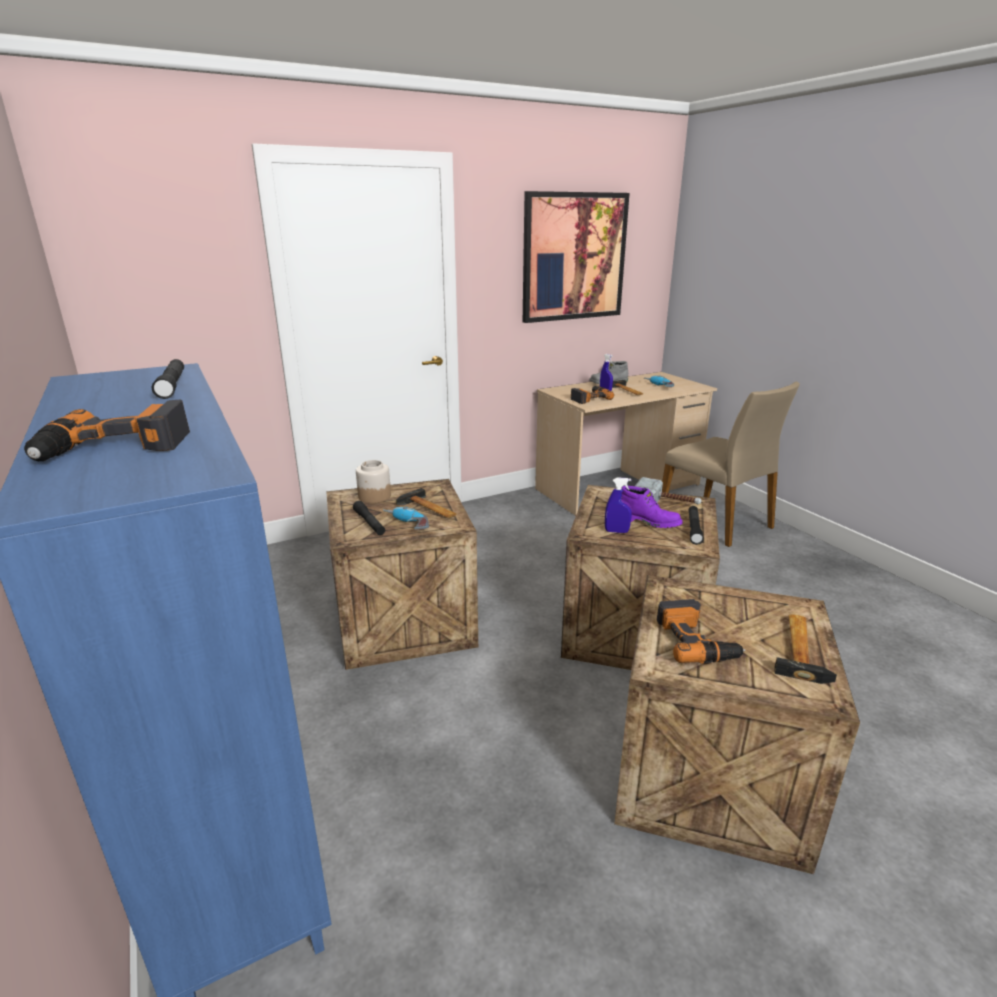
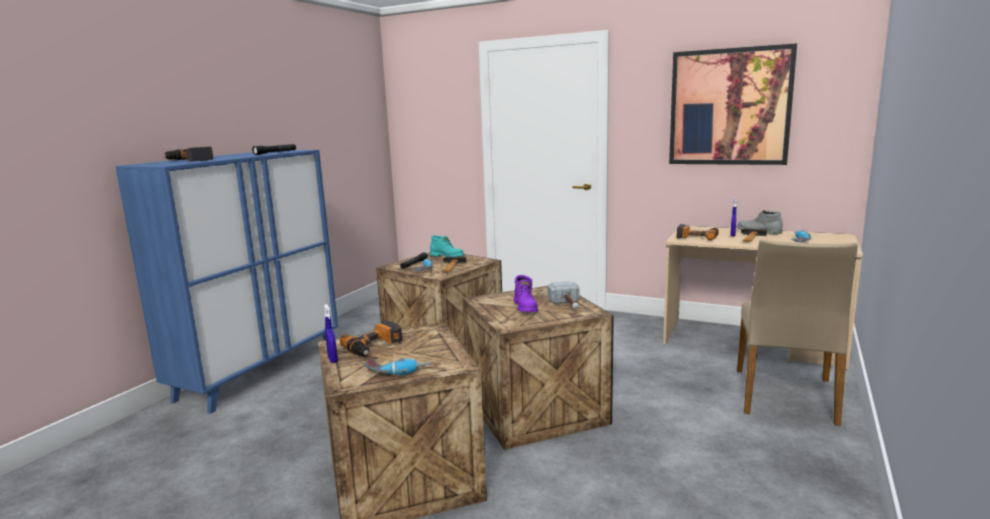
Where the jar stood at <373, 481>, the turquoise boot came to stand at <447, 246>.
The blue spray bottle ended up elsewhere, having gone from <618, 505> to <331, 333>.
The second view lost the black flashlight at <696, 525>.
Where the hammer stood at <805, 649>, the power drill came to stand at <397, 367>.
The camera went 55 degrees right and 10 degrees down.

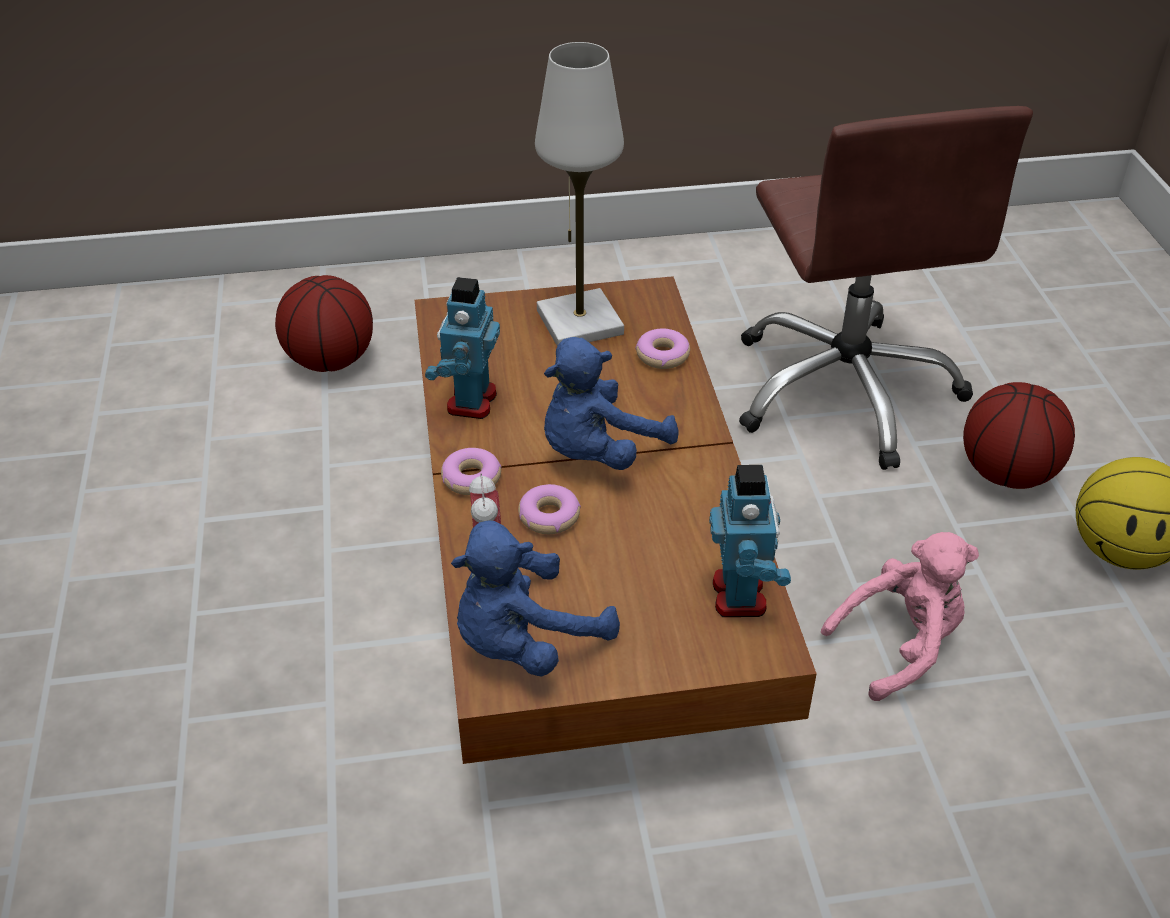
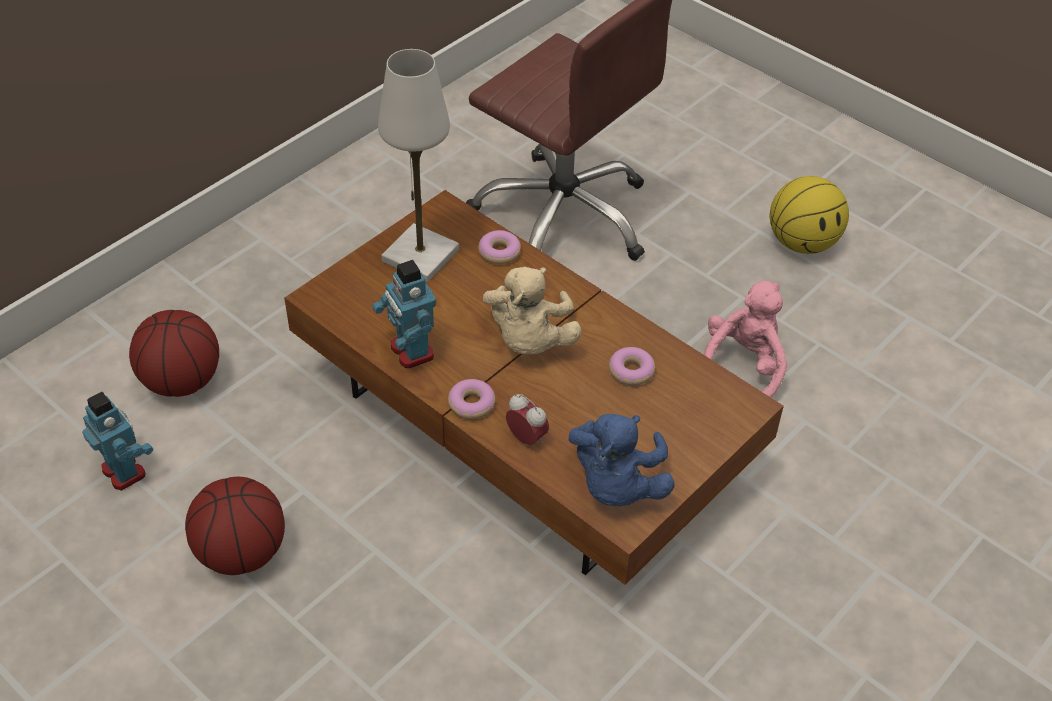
What was the blue plush toy at <611, 403> turned into the beige plush toy at <532, 310>.
The basketball ended up elsewhere, having gone from <1019, 435> to <235, 526>.
The toy robot ended up elsewhere, having gone from <750, 541> to <117, 441>.
The donut ended up elsewhere, having gone from <549, 509> to <632, 366>.
The camera went 40 degrees left and 5 degrees up.

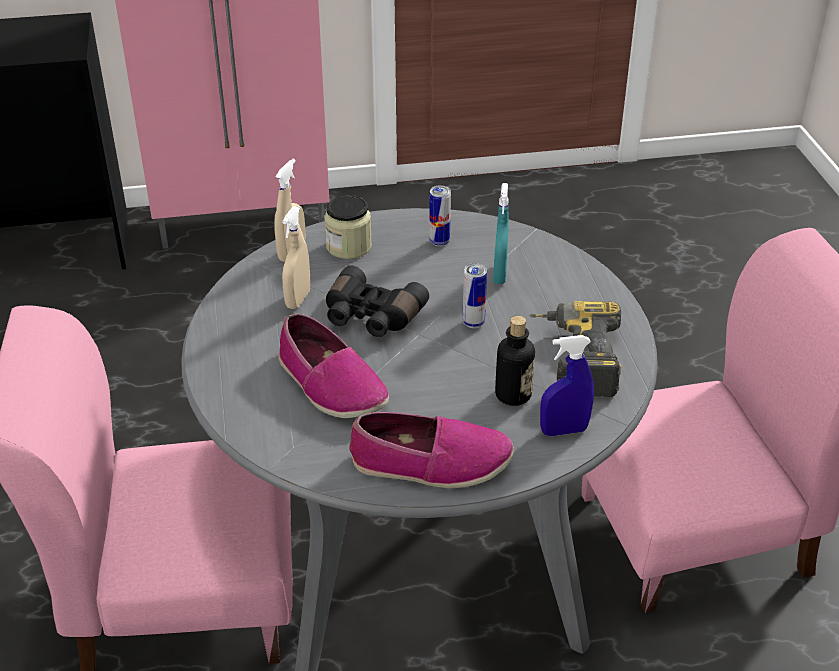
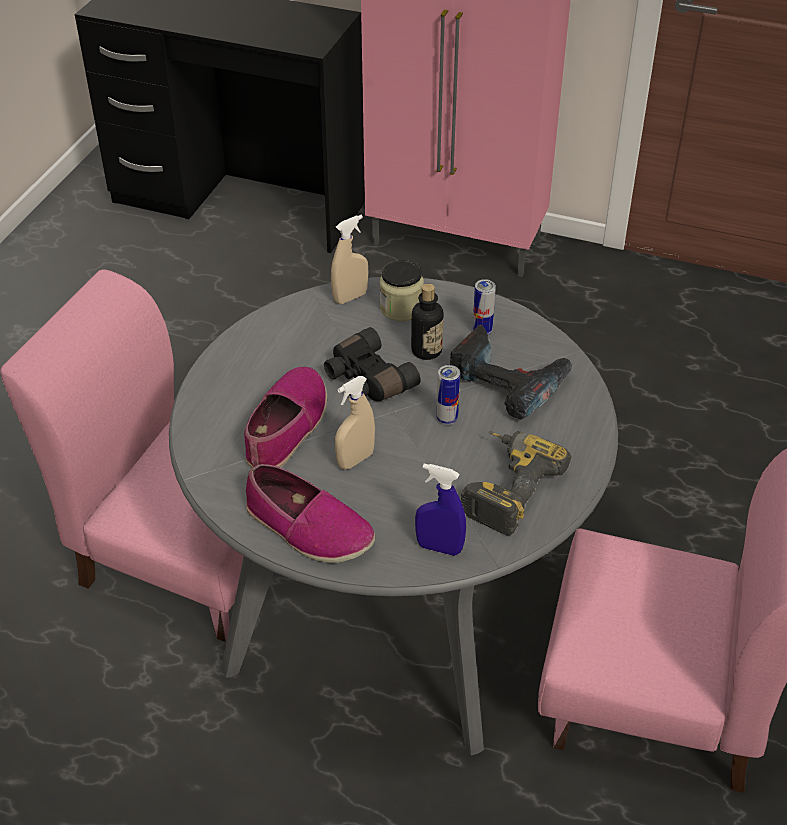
Where the turquoise spray bottle stood at <501, 233>, the power drill came to stand at <511, 372>.
The beige spray bottle ended up elsewhere, having gone from <296, 257> to <355, 423>.
The shoe at <333, 365> ended up facing another way, 150 degrees counterclockwise from before.
The bottle ended up elsewhere, having gone from <515, 361> to <427, 321>.
The camera went 30 degrees right and 5 degrees up.

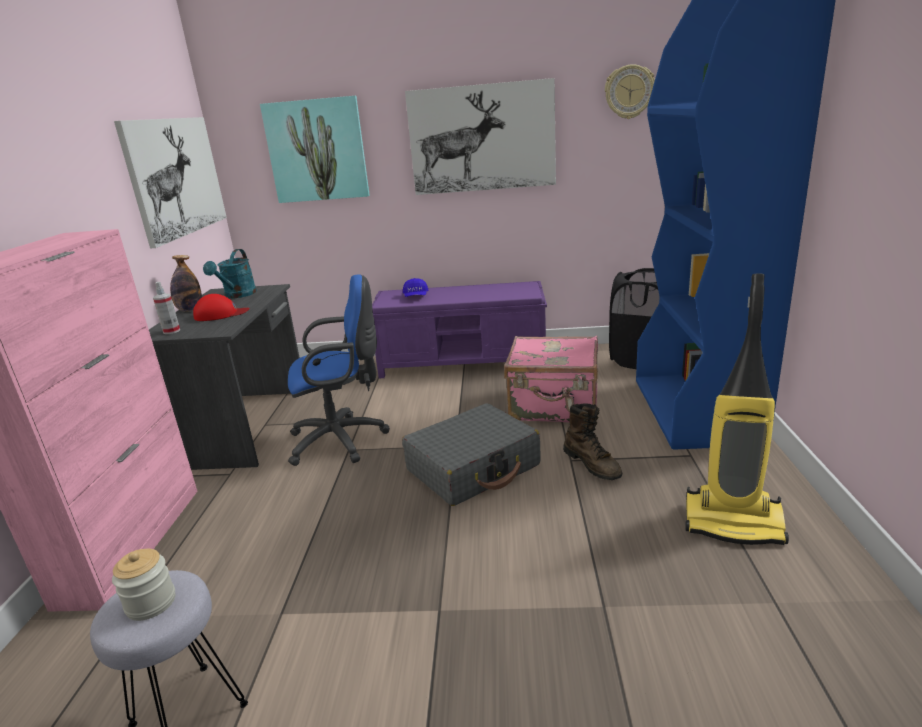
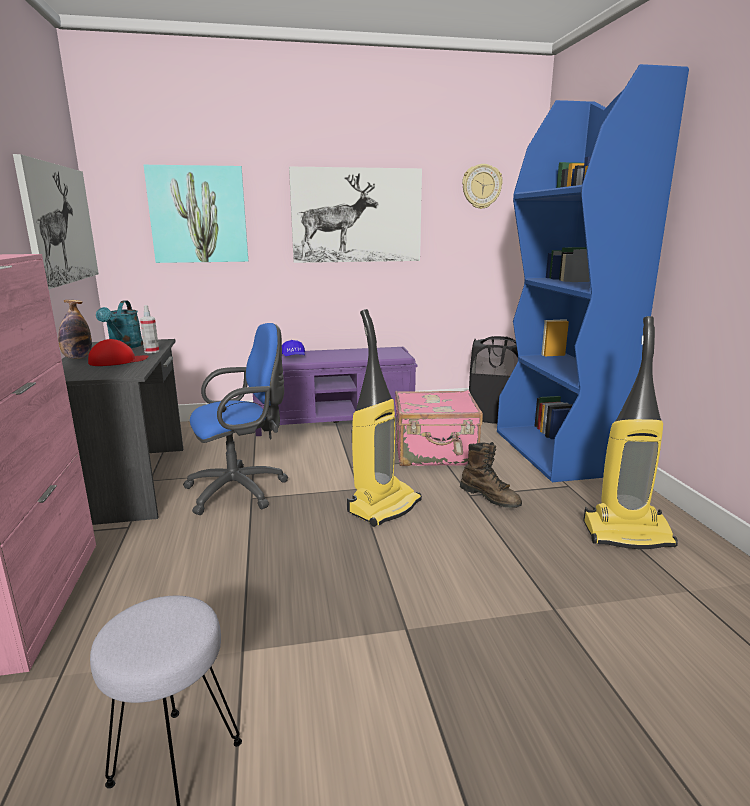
The spray bottle ended up elsewhere, having gone from <166, 308> to <149, 329>.
Where the grey suitcase stood at <471, 454>, the vacuum cleaner came to stand at <384, 418>.
The second view lost the jar at <144, 585>.
The camera went 15 degrees left and 5 degrees down.

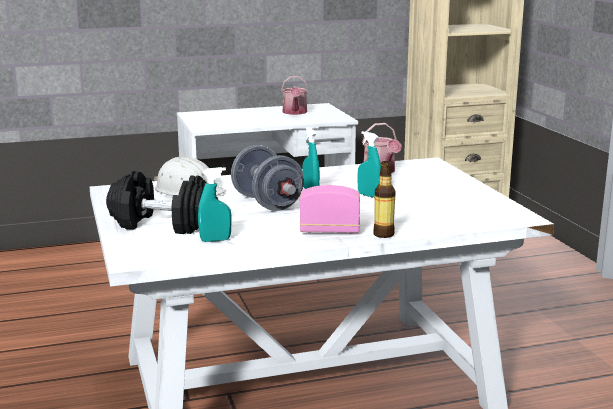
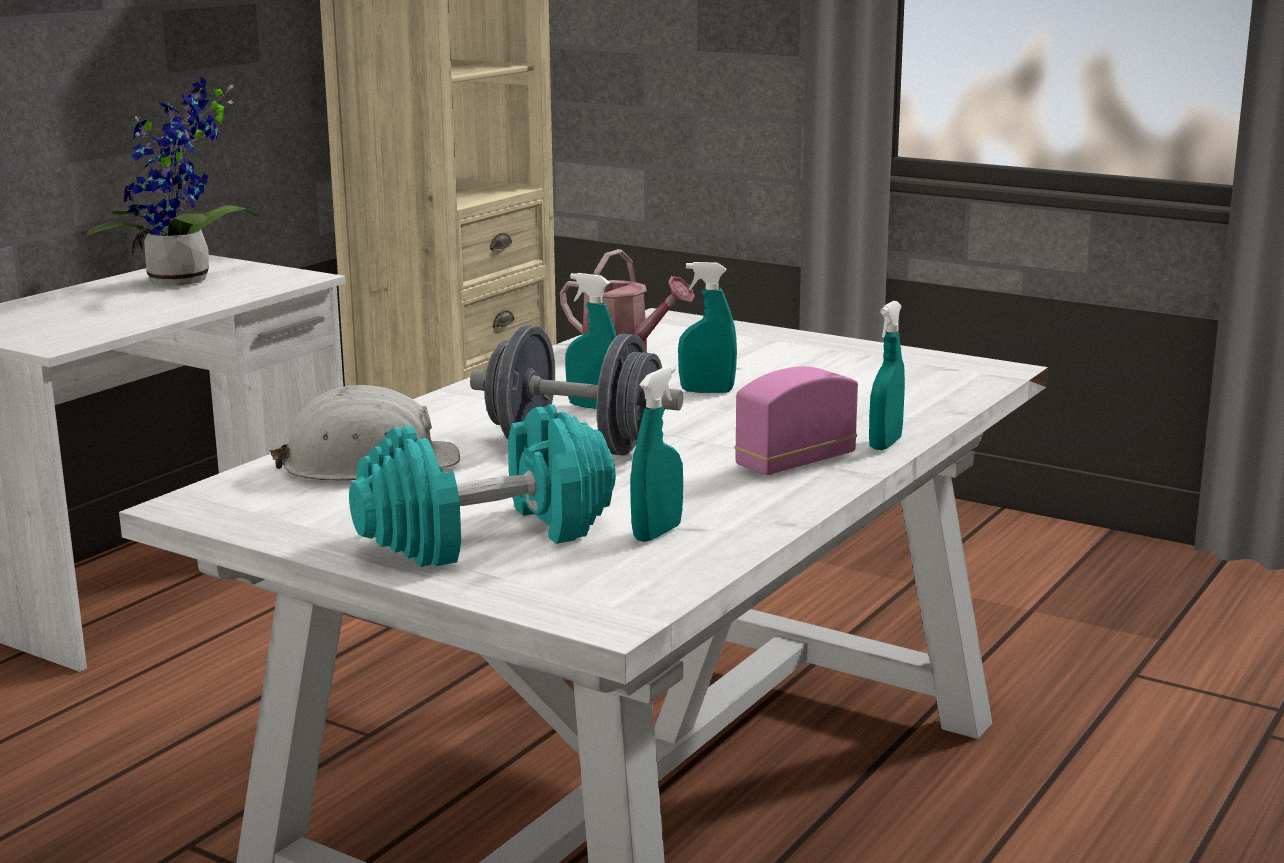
Where the watering can stood at <294, 95>, the potted plant came to stand at <174, 181>.
Where the bottle stood at <384, 199>, the turquoise spray bottle came to stand at <887, 375>.
What was the black dumbbell at <162, 202> turned into the turquoise dumbbell at <482, 485>.
The camera went 40 degrees left and 0 degrees up.

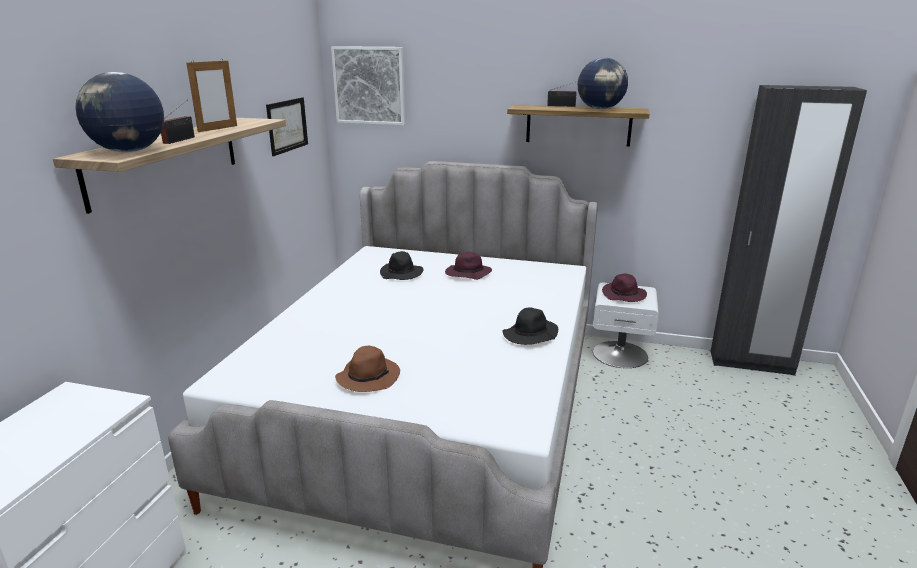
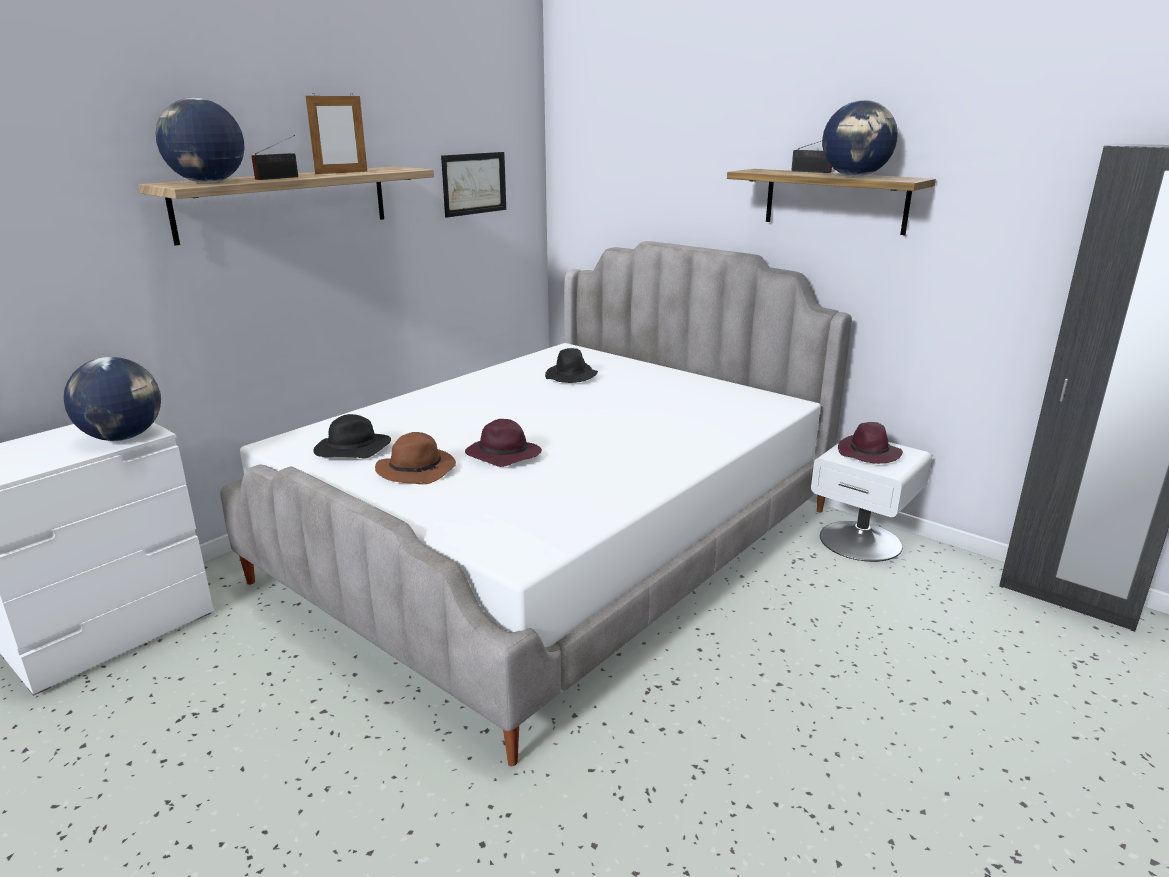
The second view lost the picture at <368, 85>.
The purple hat ended up elsewhere, having gone from <468, 266> to <503, 443>.
The black hat ended up elsewhere, having gone from <530, 326> to <352, 436>.
The second view gained the globe at <112, 399>.
The camera went 25 degrees right and 0 degrees up.

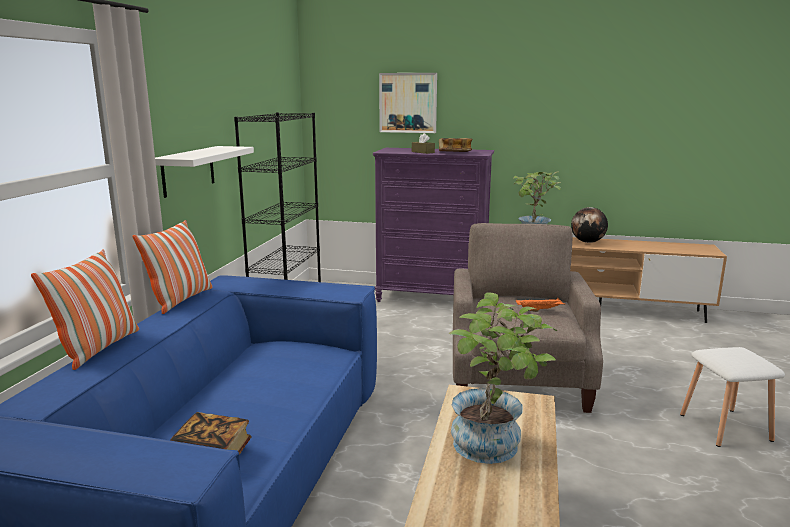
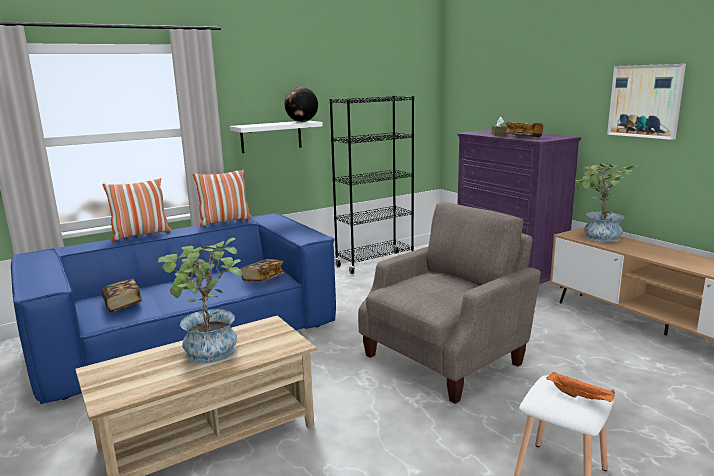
The picture ended up elsewhere, having gone from <408, 103> to <646, 102>.
The globe ended up elsewhere, having gone from <589, 225> to <301, 104>.
The orange tray ended up elsewhere, having gone from <540, 305> to <580, 387>.
The second view gained the book at <263, 270>.
The camera went 45 degrees right and 0 degrees up.

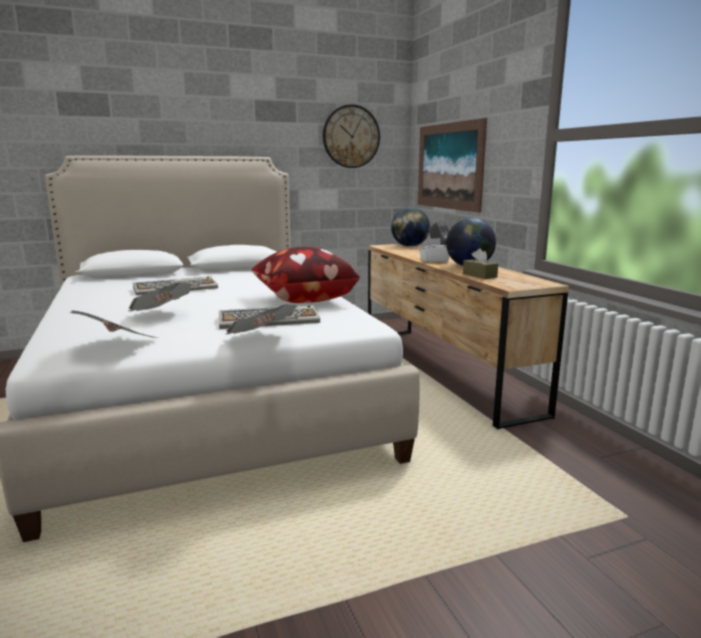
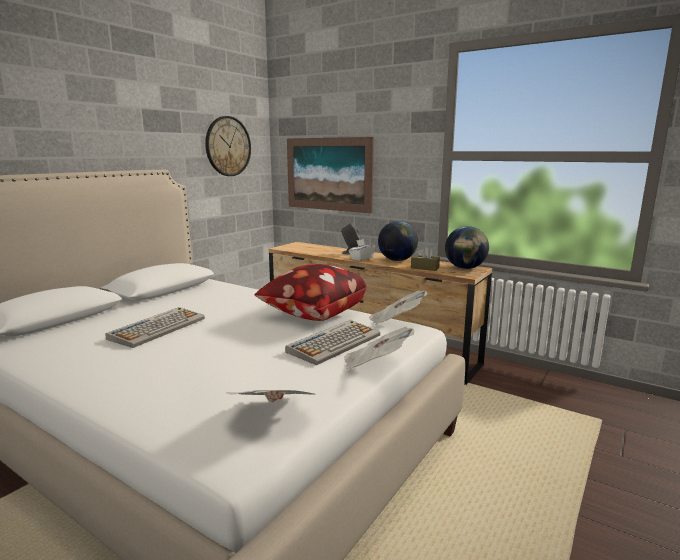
The globe ended up elsewhere, having gone from <410, 227> to <467, 247>.
The newspaper ended up elsewhere, having gone from <160, 296> to <398, 308>.
The camera went 35 degrees left and 0 degrees up.

